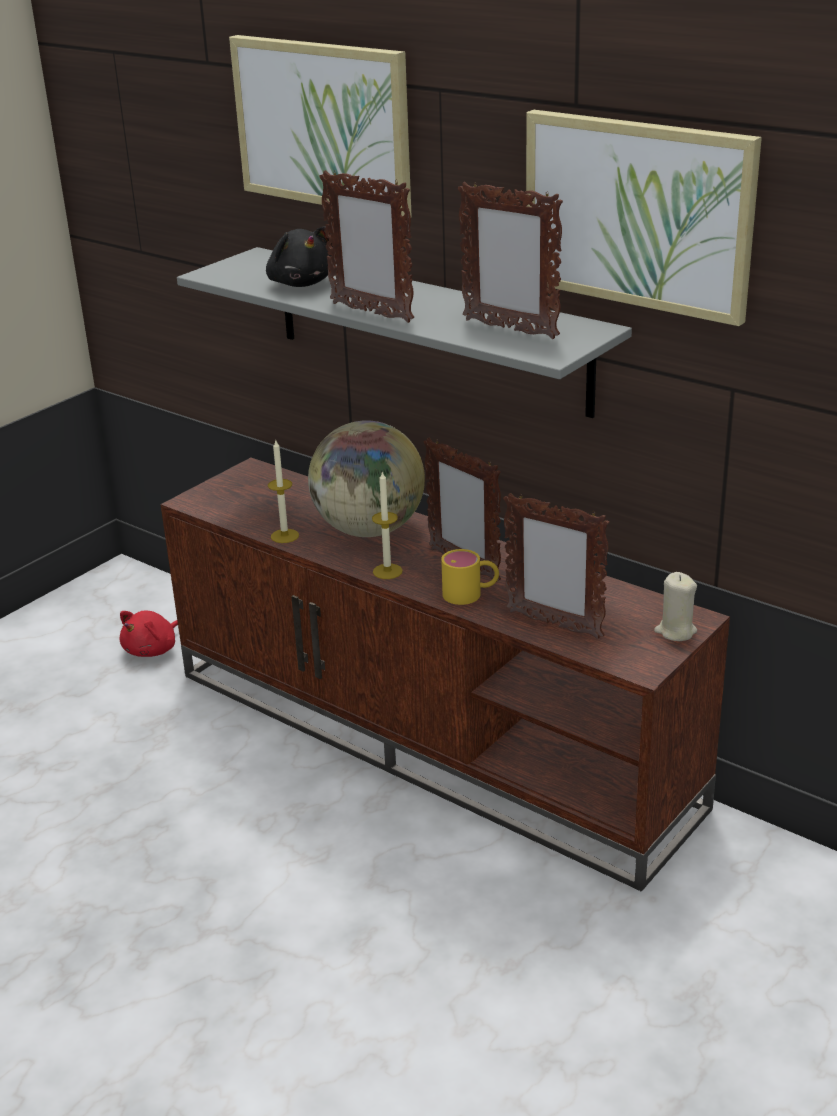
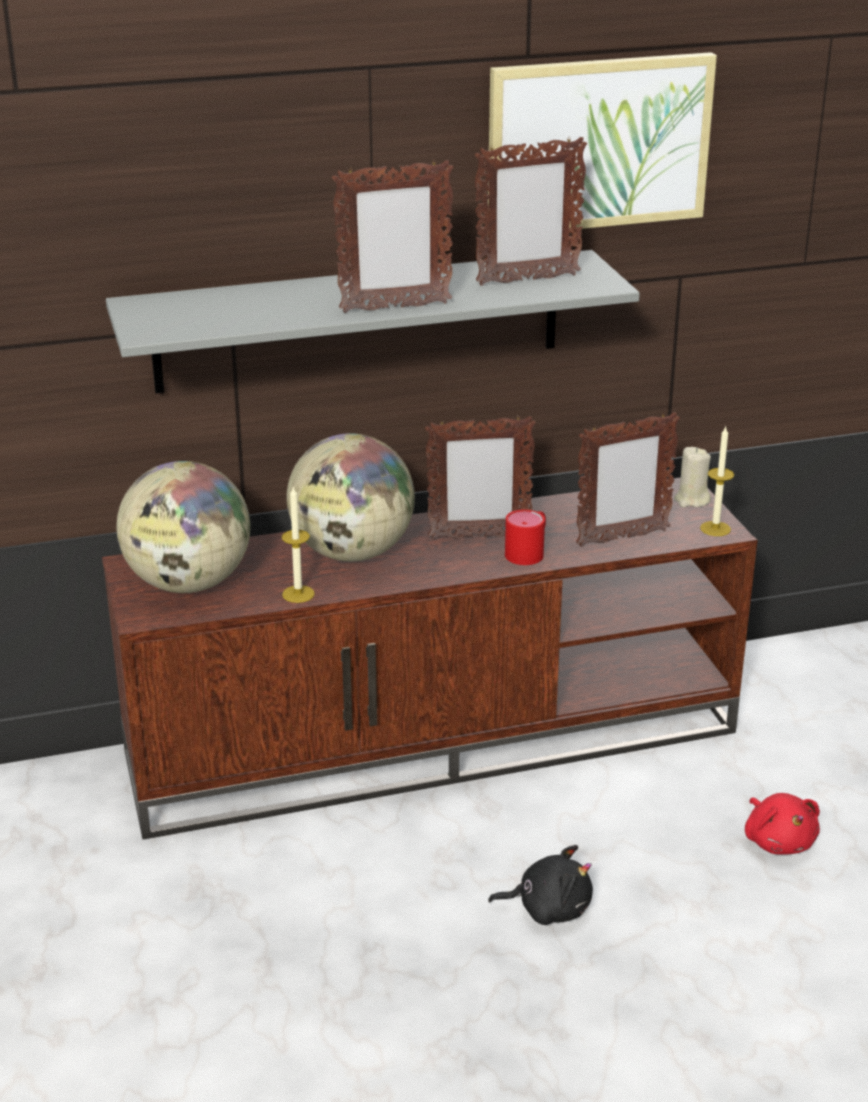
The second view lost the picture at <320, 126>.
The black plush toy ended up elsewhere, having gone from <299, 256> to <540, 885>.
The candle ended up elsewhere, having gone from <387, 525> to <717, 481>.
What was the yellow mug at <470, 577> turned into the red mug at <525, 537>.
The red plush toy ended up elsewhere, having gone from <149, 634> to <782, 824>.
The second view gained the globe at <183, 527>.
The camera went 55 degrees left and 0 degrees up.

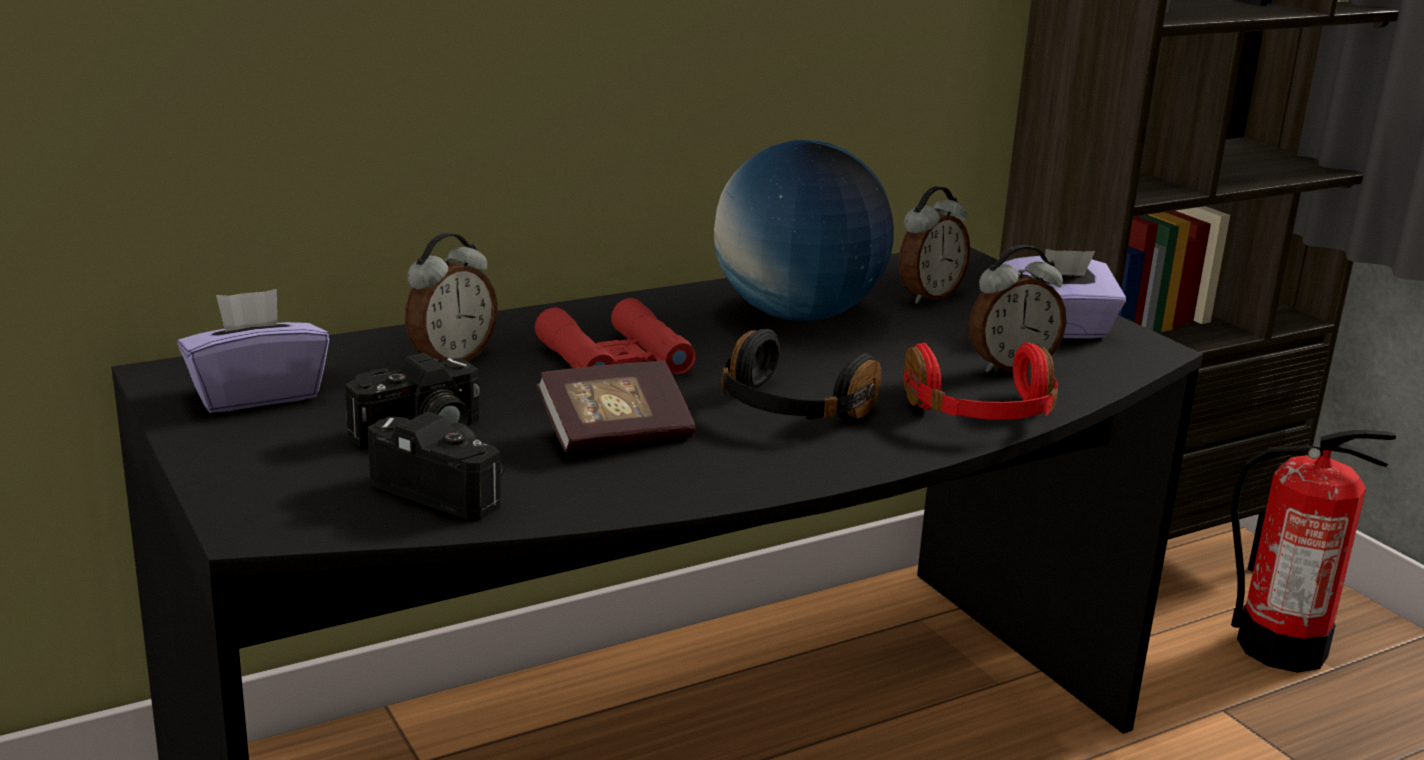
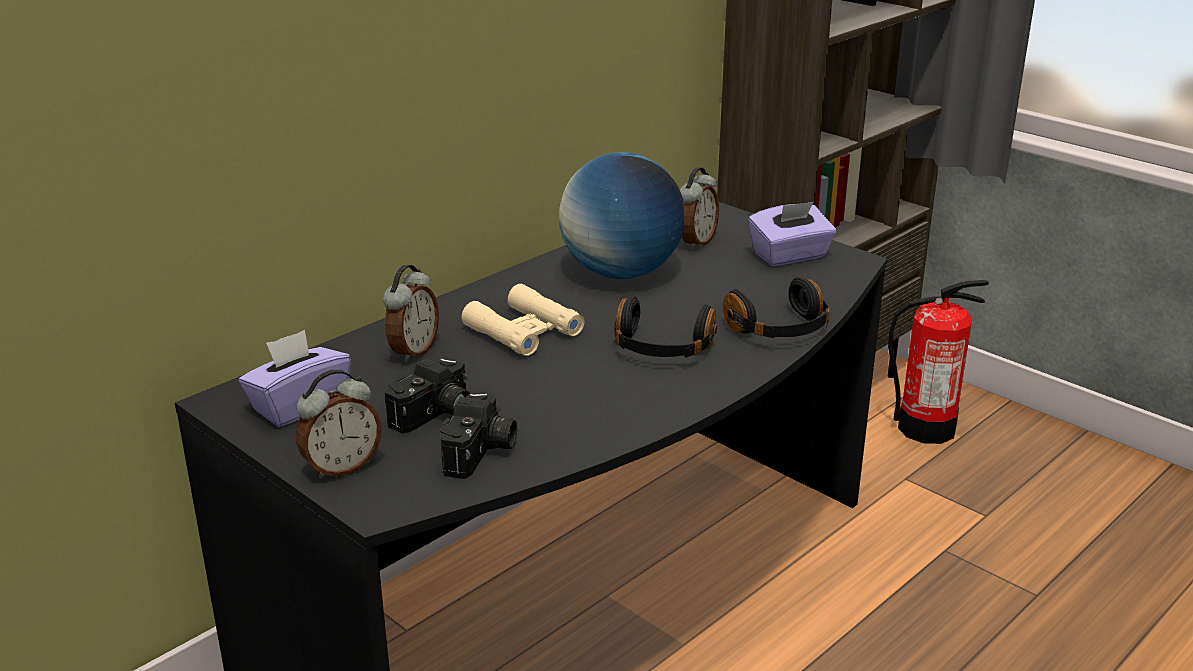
The alarm clock ended up elsewhere, having gone from <1018, 309> to <339, 424>.
What was the red binoculars at <615, 336> turned into the beige binoculars at <523, 320>.
What was the red headphones at <981, 381> turned into the black headphones at <776, 307>.
The second view lost the book at <616, 406>.
The photo camera at <436, 466> ended up facing another way, 90 degrees clockwise from before.
The camera went 15 degrees left and 5 degrees up.

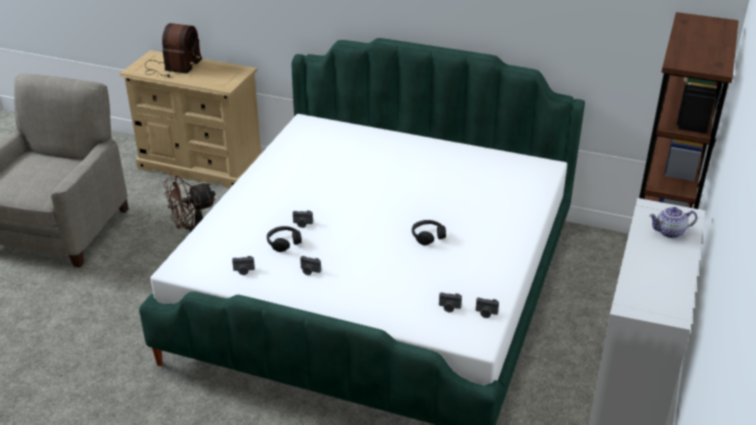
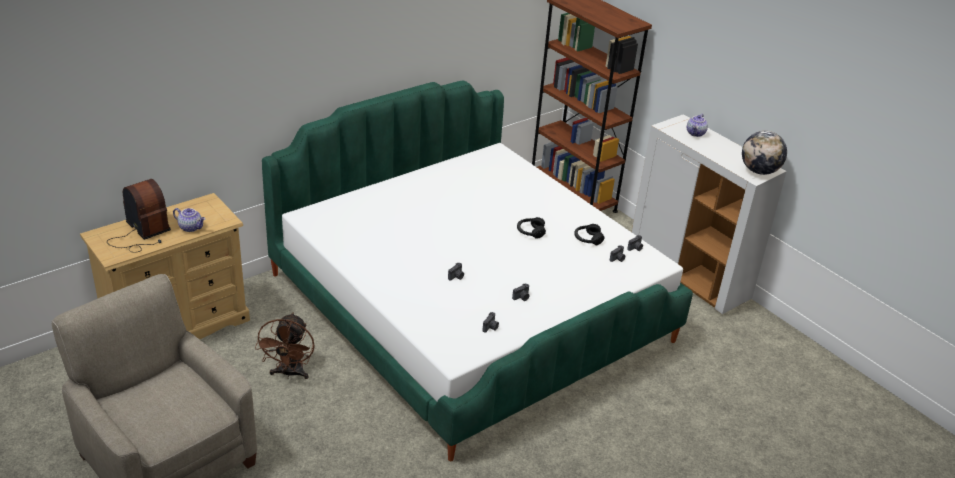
The black headphones ended up elsewhere, having gone from <284, 239> to <589, 234>.
The second view gained the globe at <764, 153>.
The second view gained the teapot at <189, 220>.
The camera went 60 degrees left and 0 degrees up.

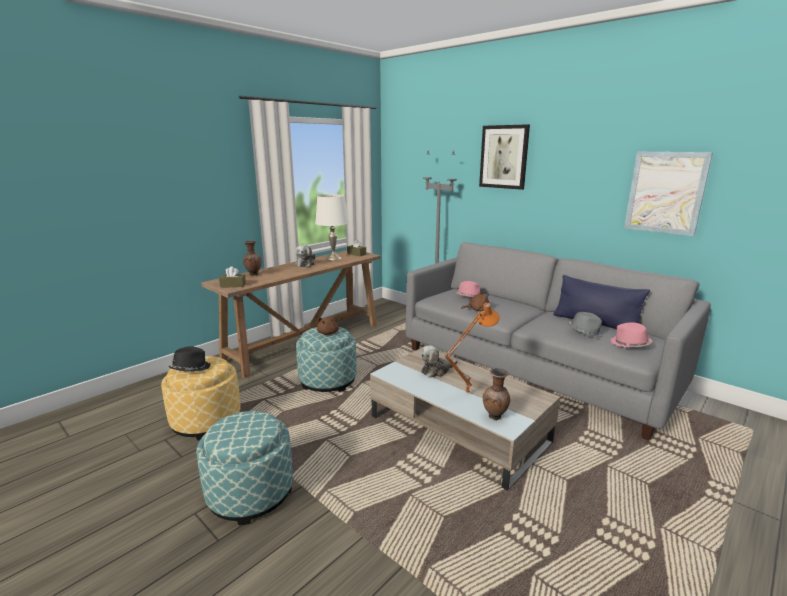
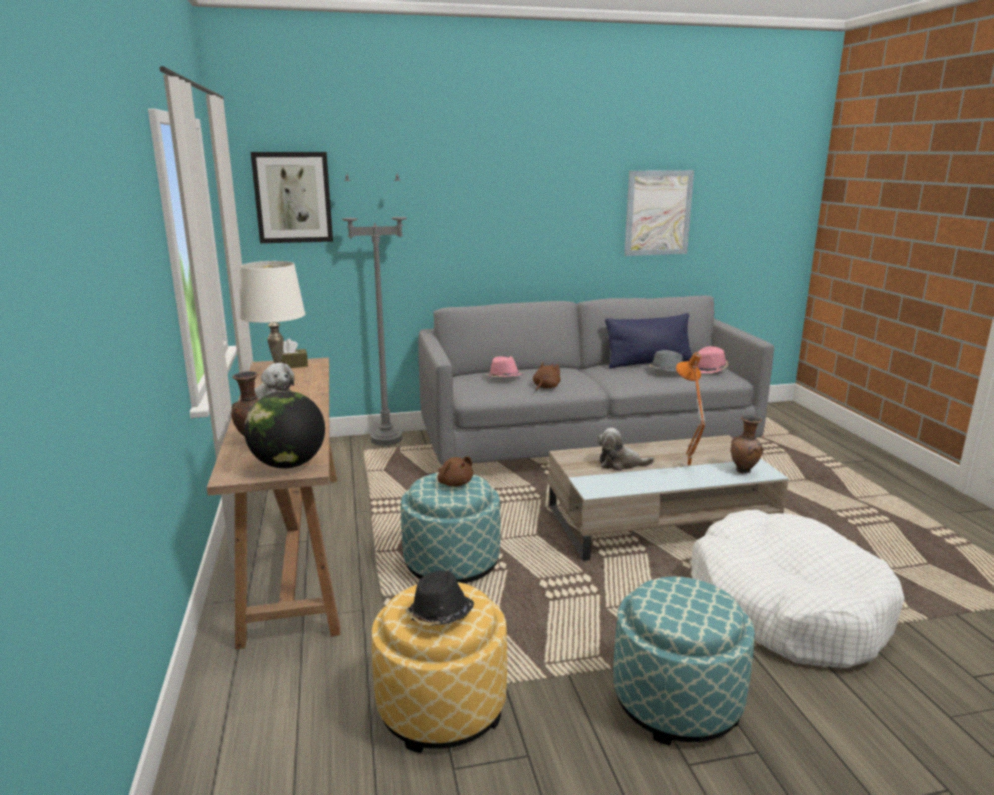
The picture ended up elsewhere, having gone from <504, 157> to <292, 197>.
Where the brown tissue box stood at <232, 277>, the globe came to stand at <284, 429>.
The plush toy at <439, 361> ended up facing another way, 90 degrees clockwise from before.
The second view gained the white dog bed at <798, 589>.
The camera went 55 degrees left and 0 degrees up.

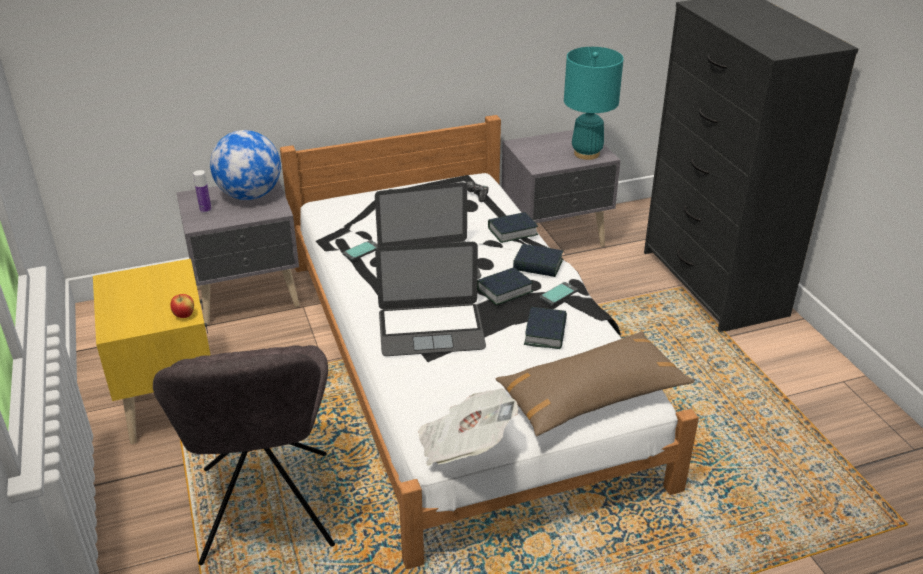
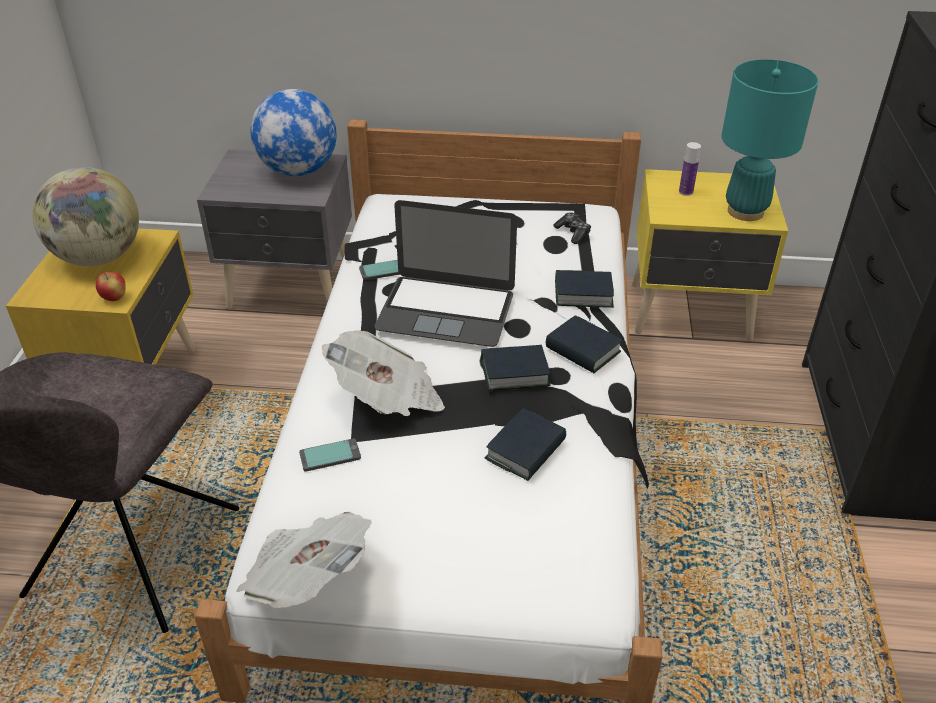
What was the grey nightstand at <561, 188> turned into the yellow nightstand at <710, 255>.
The bottle ended up elsewhere, having gone from <202, 191> to <690, 169>.
Where the laptop stood at <430, 299>, the newspaper came to stand at <383, 373>.
The phone ended up elsewhere, having gone from <559, 294> to <330, 455>.
The second view lost the brown pillow at <595, 383>.
The second view gained the globe at <86, 216>.
The camera went 25 degrees right and 5 degrees up.

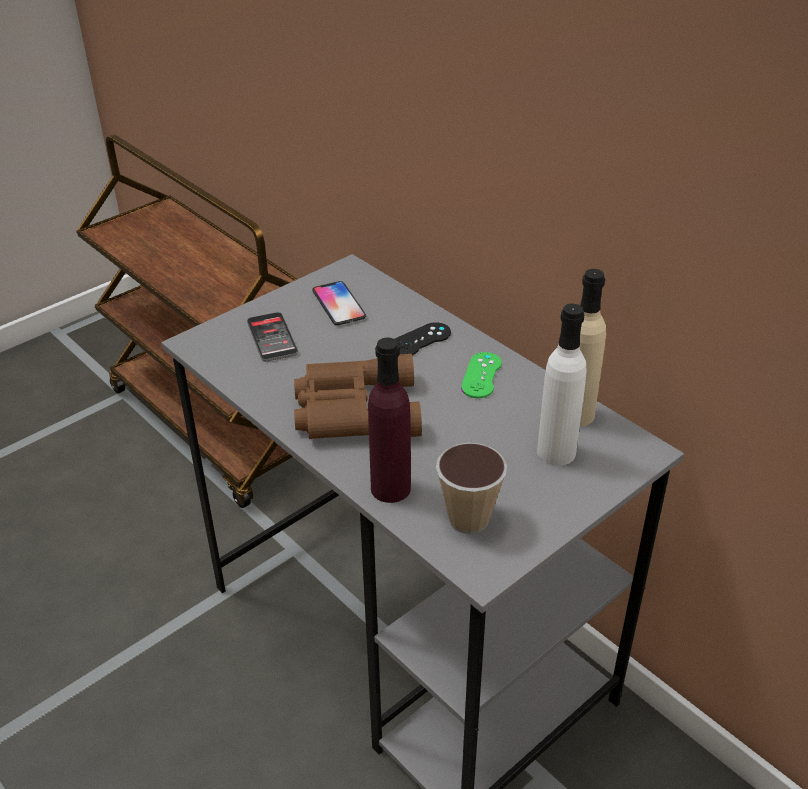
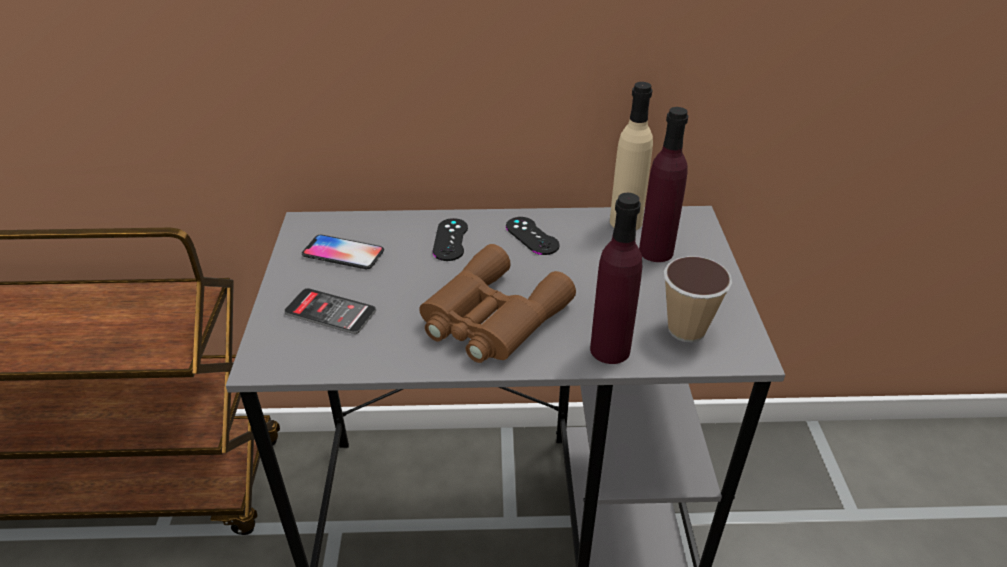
What was the white bottle at <561, 385> turned into the purple bottle at <663, 184>.
What was the green game controller at <481, 375> turned into the black game controller at <532, 236>.
The camera went 50 degrees left and 0 degrees up.

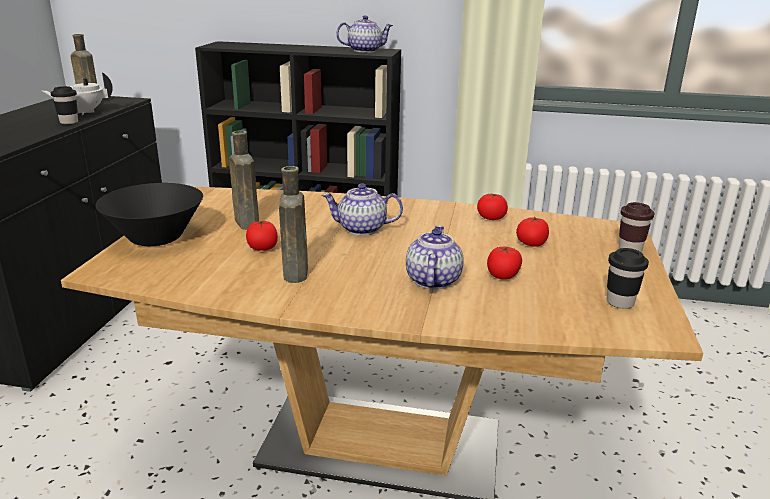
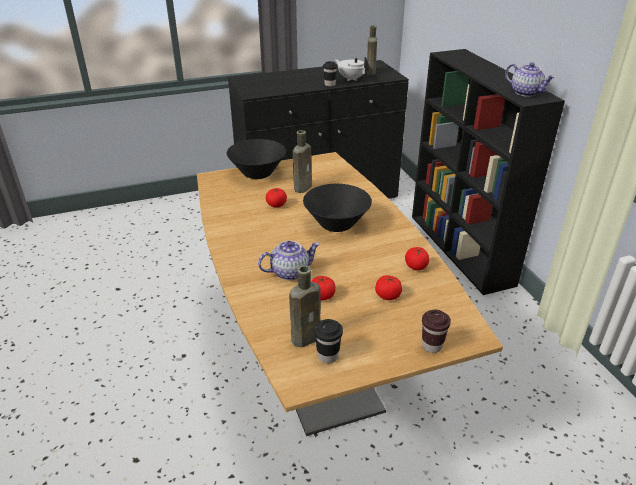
The brown bottle ended up elsewhere, having gone from <293, 224> to <305, 306>.
Where the teapot stood at <362, 209>, the black bowl came to stand at <337, 208>.
The camera went 60 degrees right and 10 degrees up.

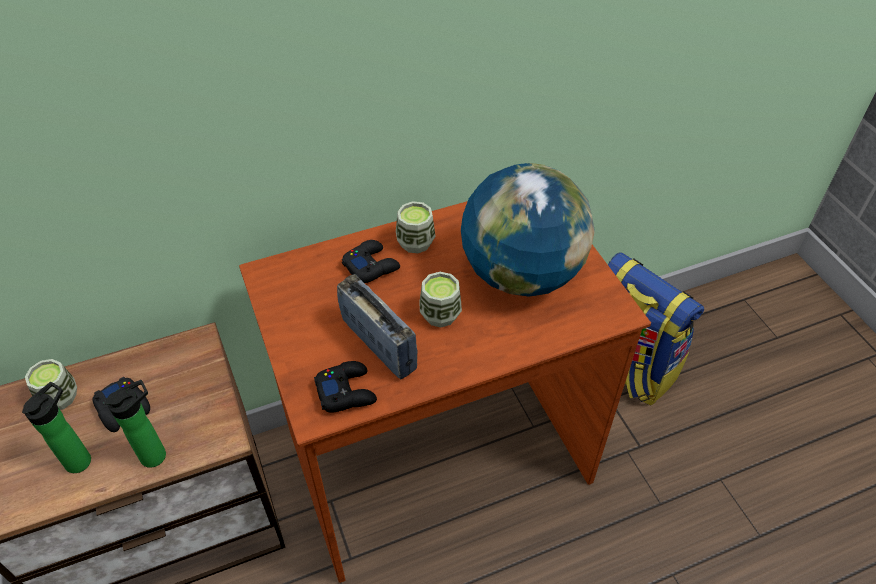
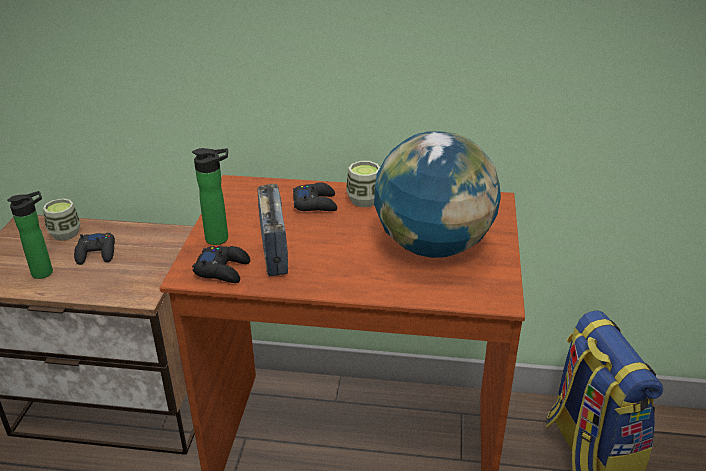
The second view lost the cup at <441, 299>.
The bottle ended up elsewhere, having gone from <135, 424> to <210, 196>.
The camera went 30 degrees right and 15 degrees down.

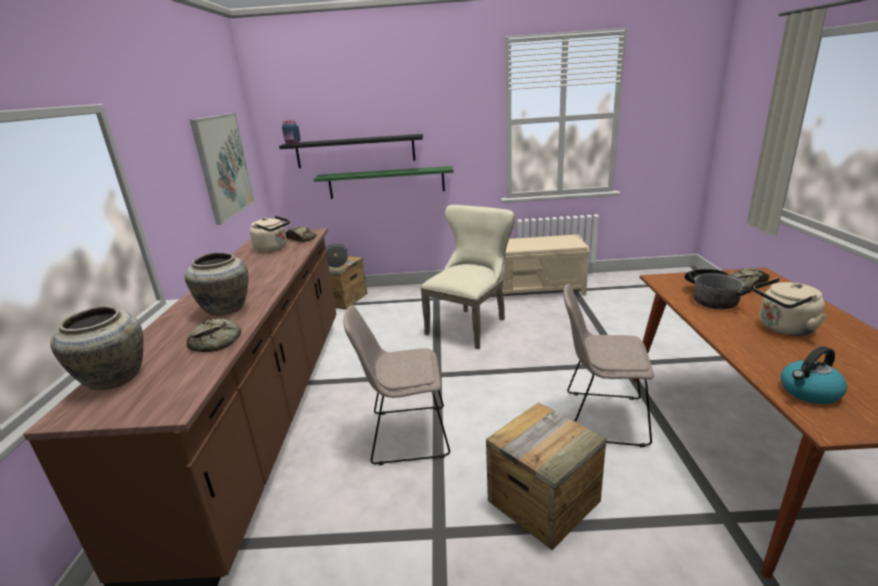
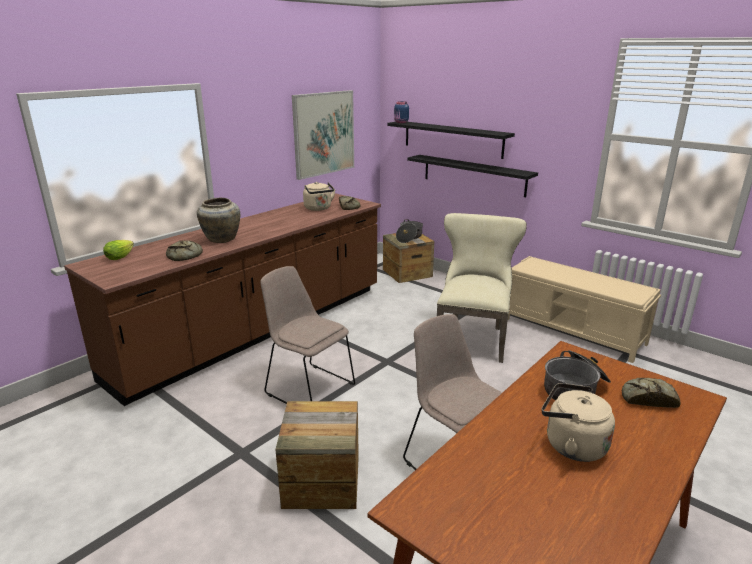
What was the green shelf at <383, 182> turned into the black shelf at <472, 176>.
The beige chair at <468, 277> ended up facing another way, 60 degrees counterclockwise from before.
Where the beige vase stood at <96, 348>, the lettuce came to stand at <118, 250>.
The second view lost the kettle at <814, 375>.
The camera went 40 degrees right and 0 degrees up.

